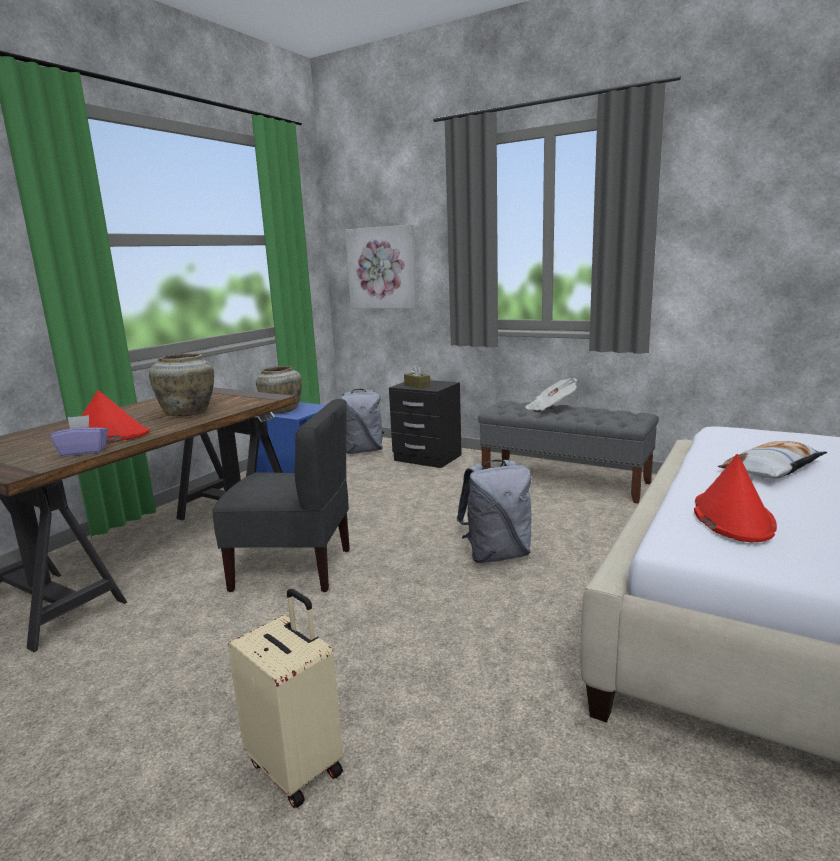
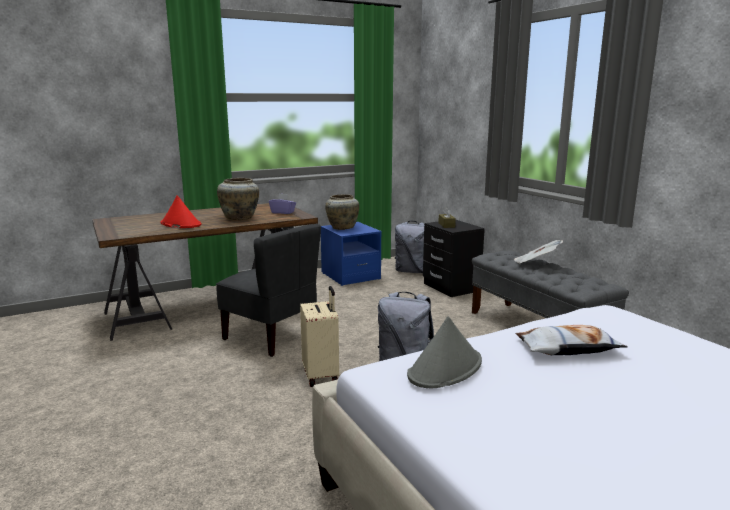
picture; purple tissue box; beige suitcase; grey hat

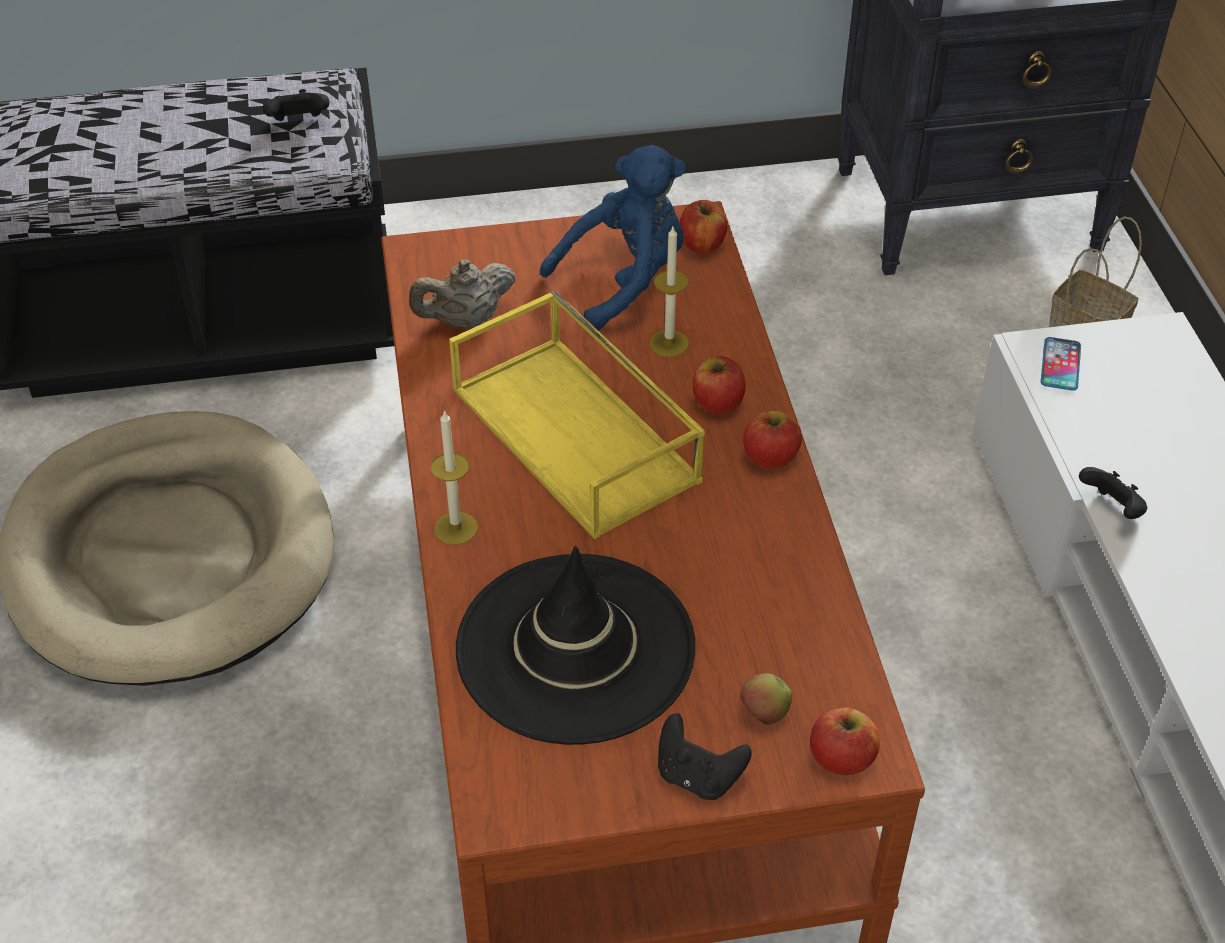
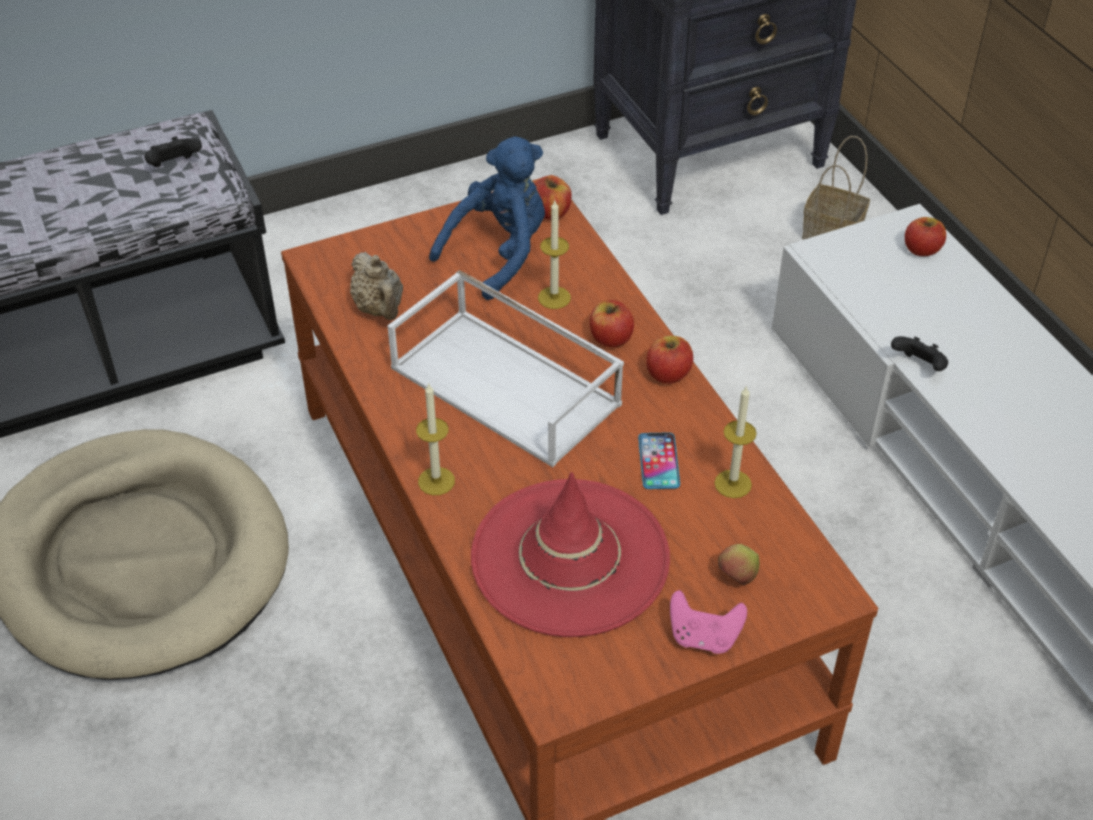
candle (no. 3 from left); apple (no. 5 from left); phone; white tray; red hat; pink game controller; beige teapot

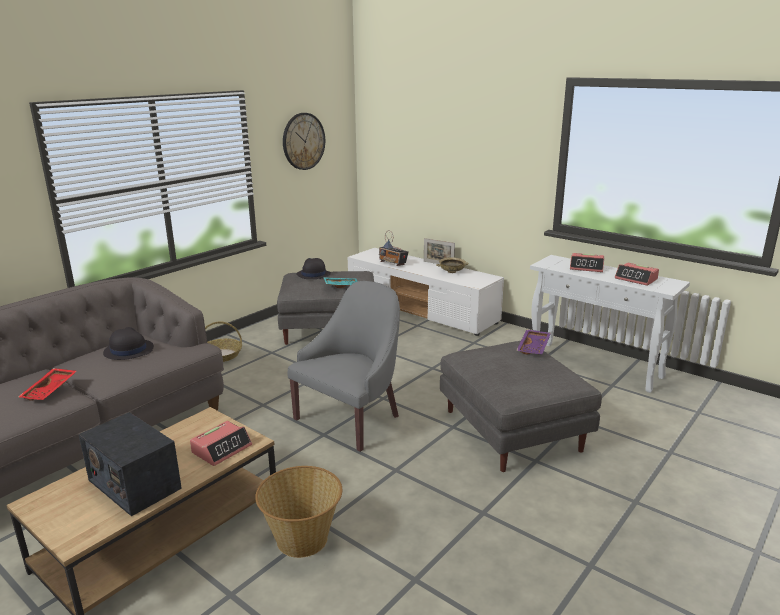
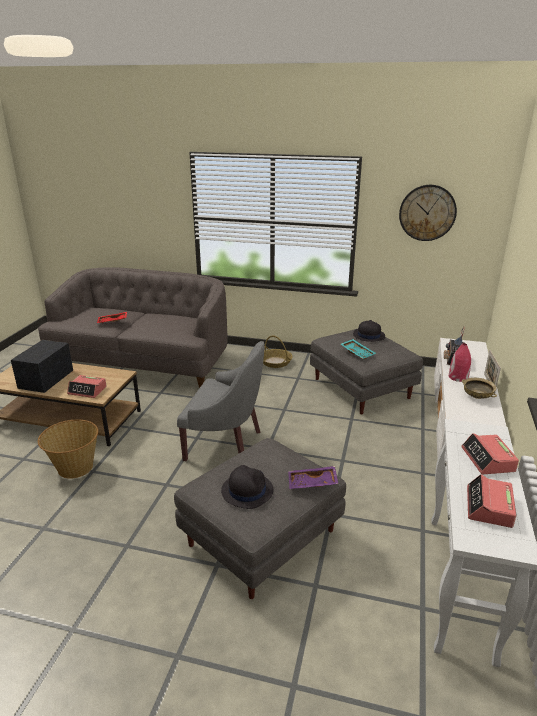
red vase; black hat (no. 1 from left)

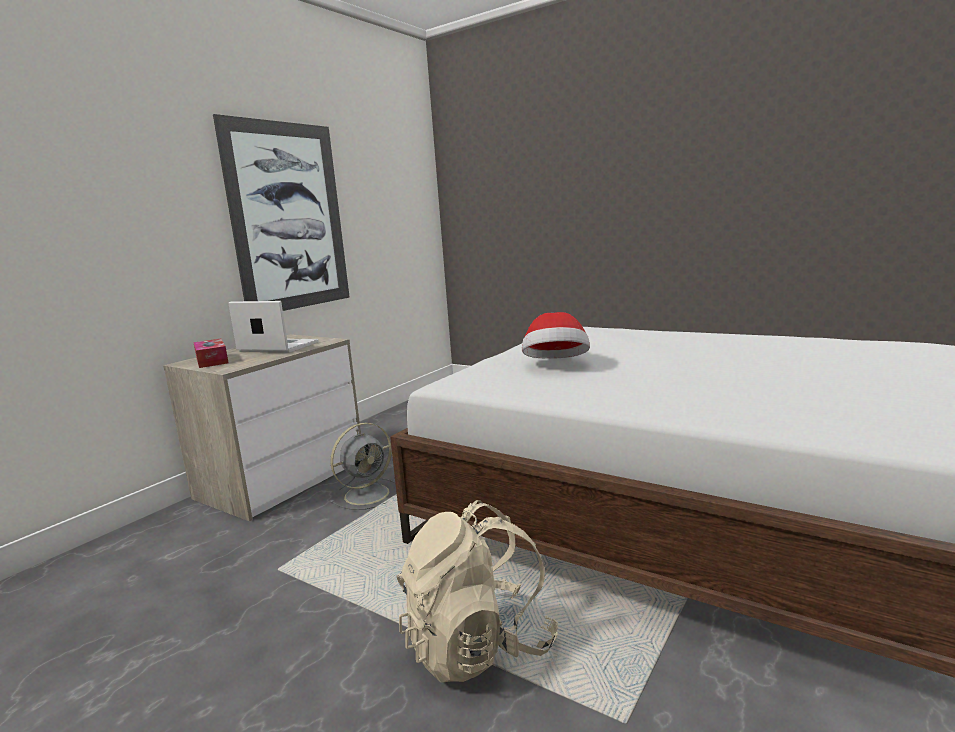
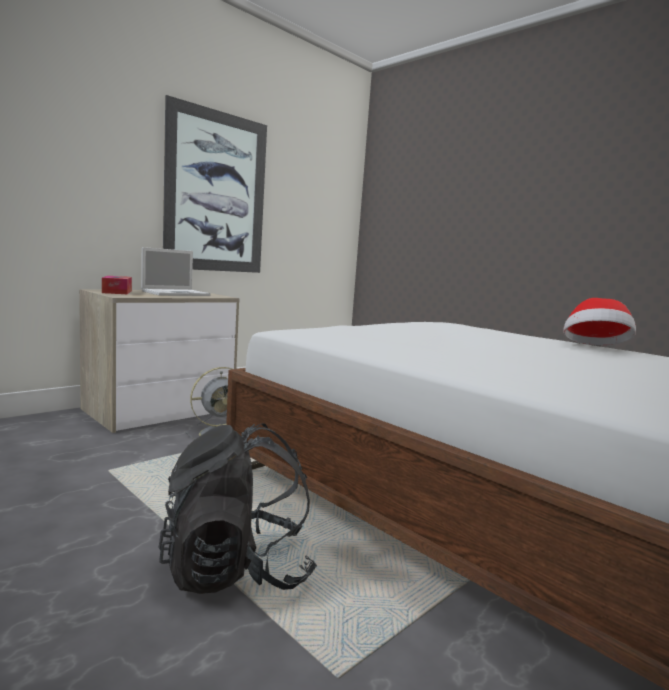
hat; black backpack; laptop

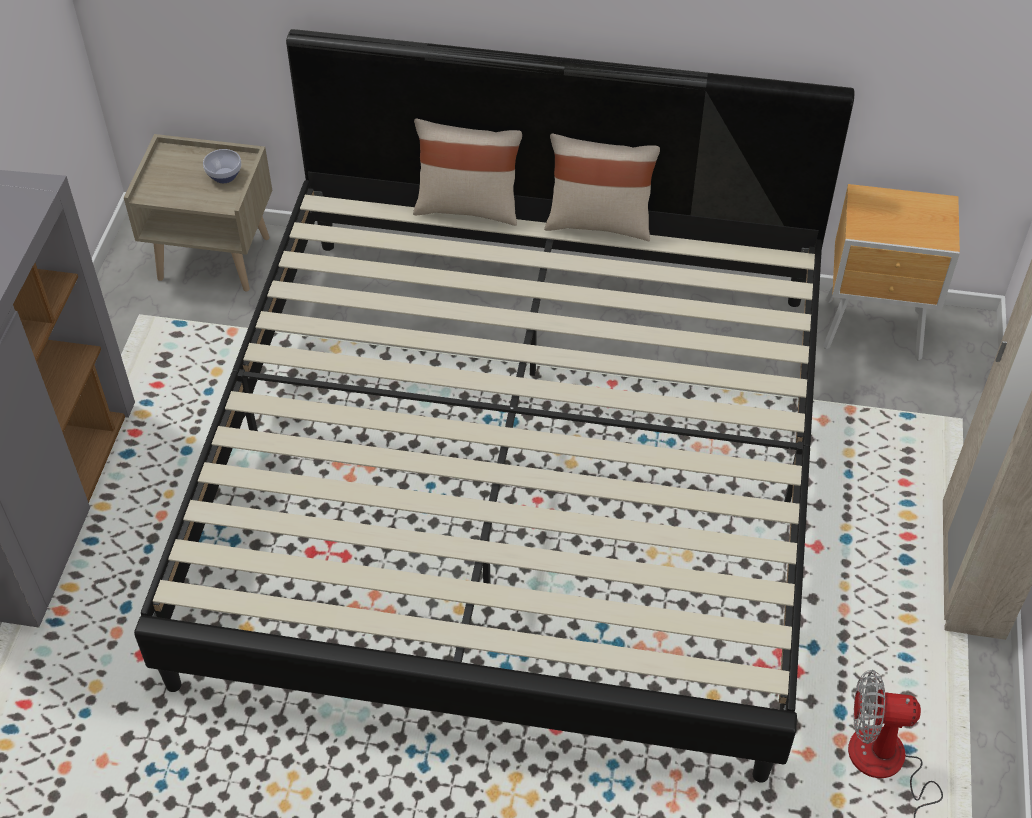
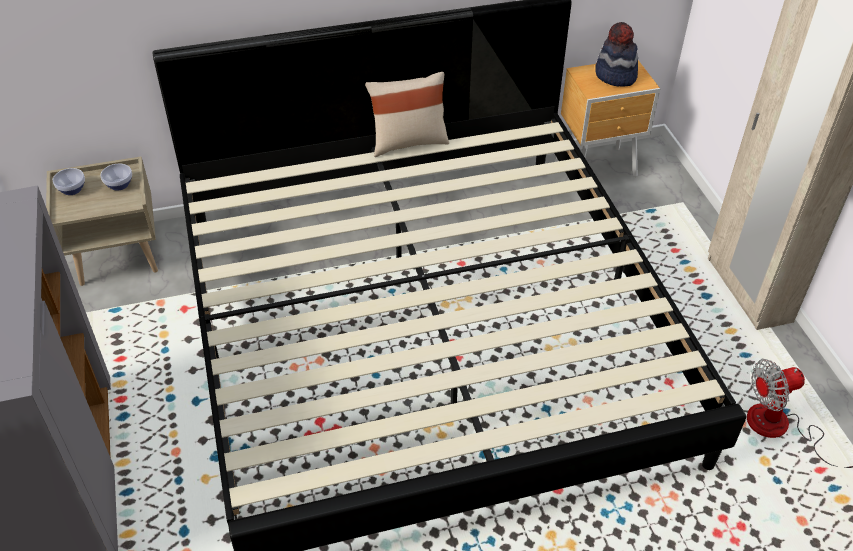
beige pillow (no. 1 from left in the first image); bowl (no. 1 from left); hat

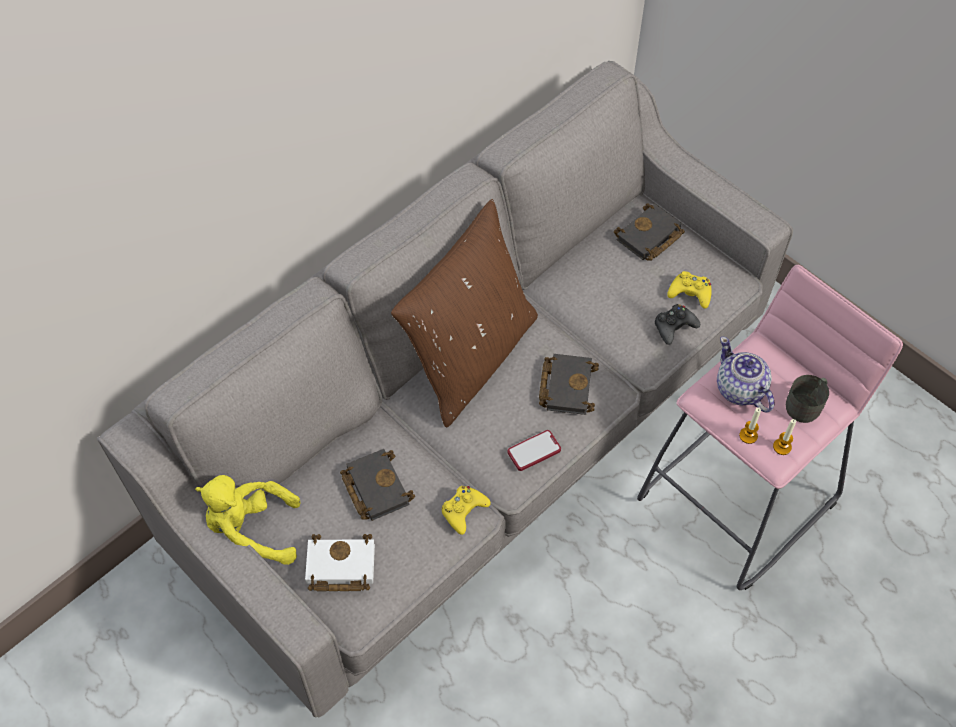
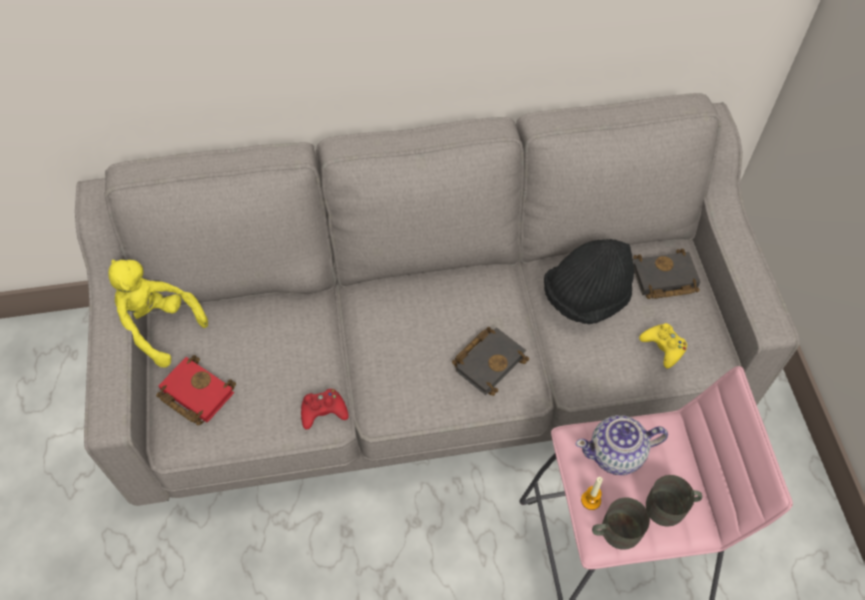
black book (no. 1 from left in the first image); brown pillow; phone; black game controller; black hat; grey mug (no. 1 from left); red book; red game controller; teapot

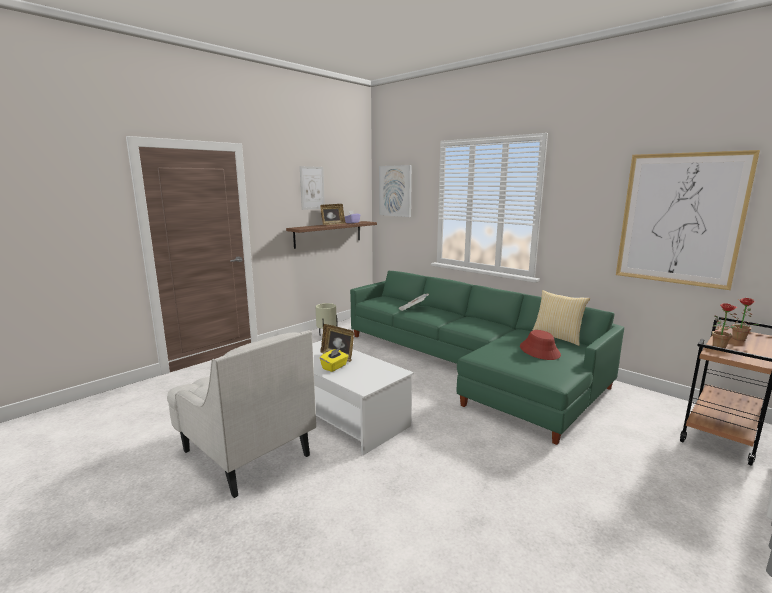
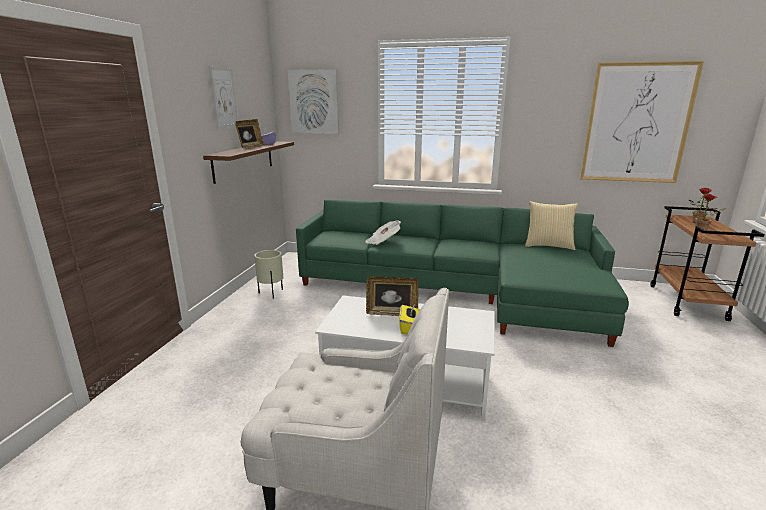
red hat

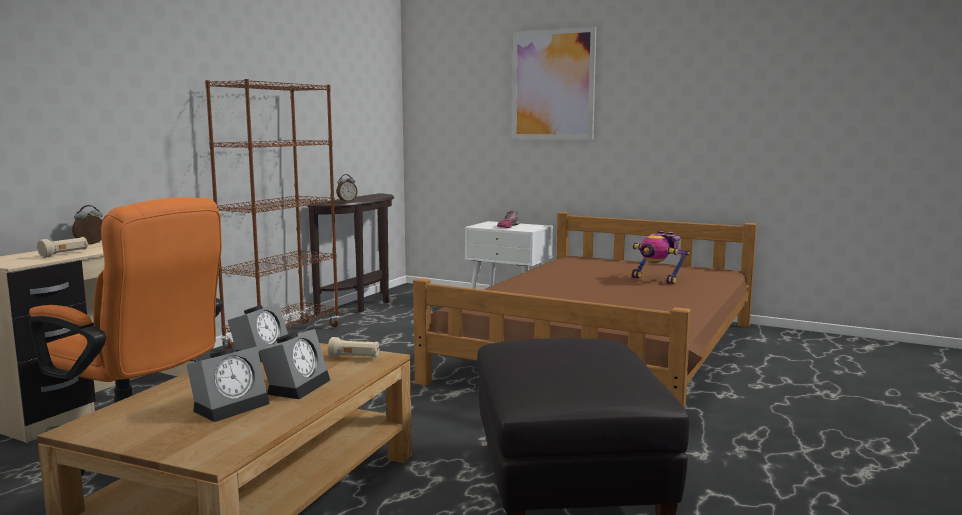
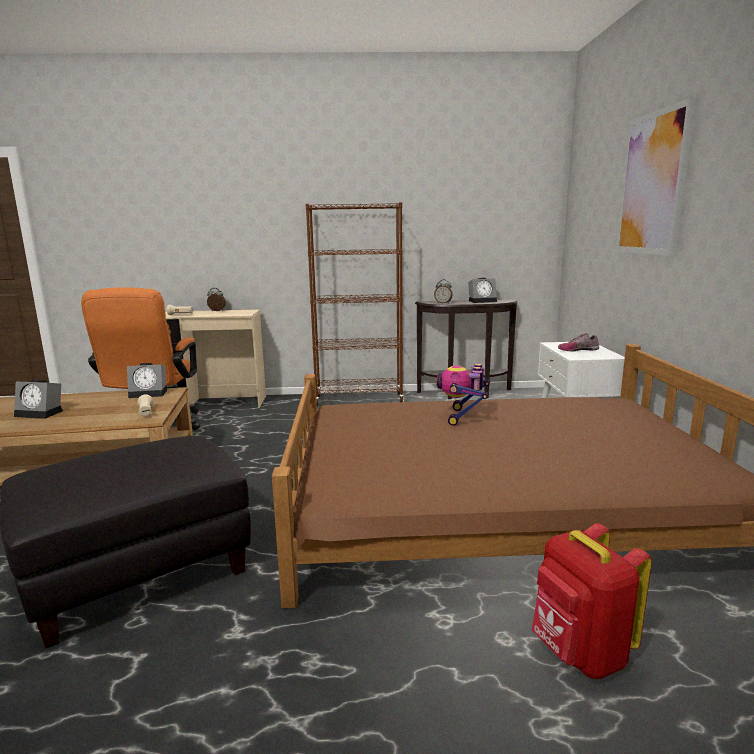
red backpack; alarm clock (no. 5 from left); toy robot

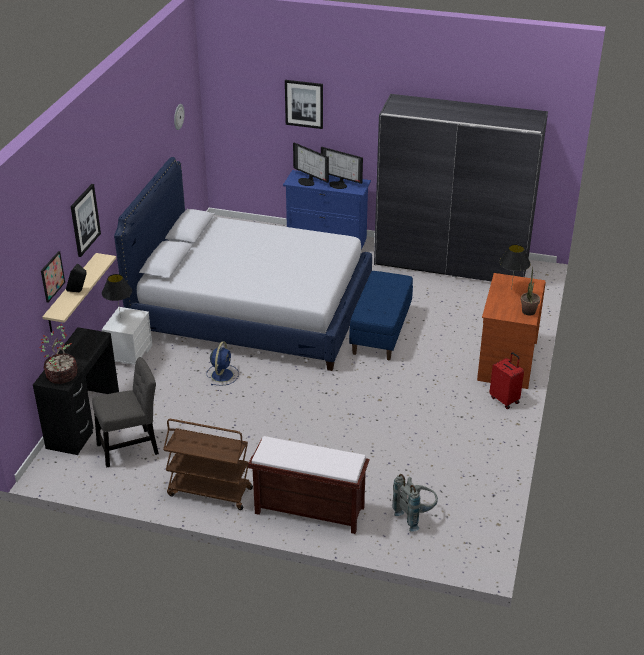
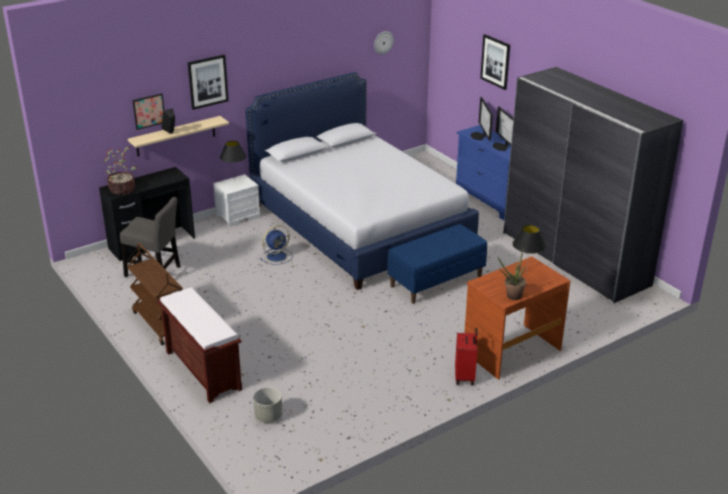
grey planter

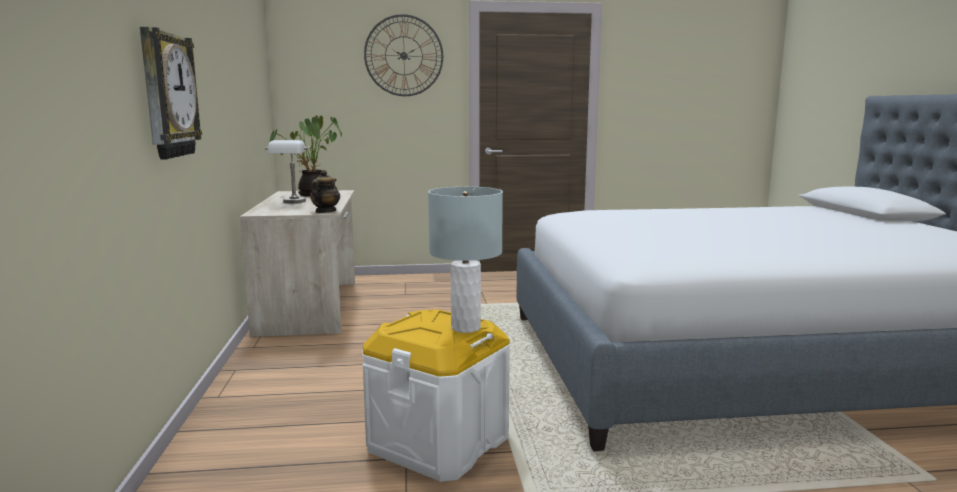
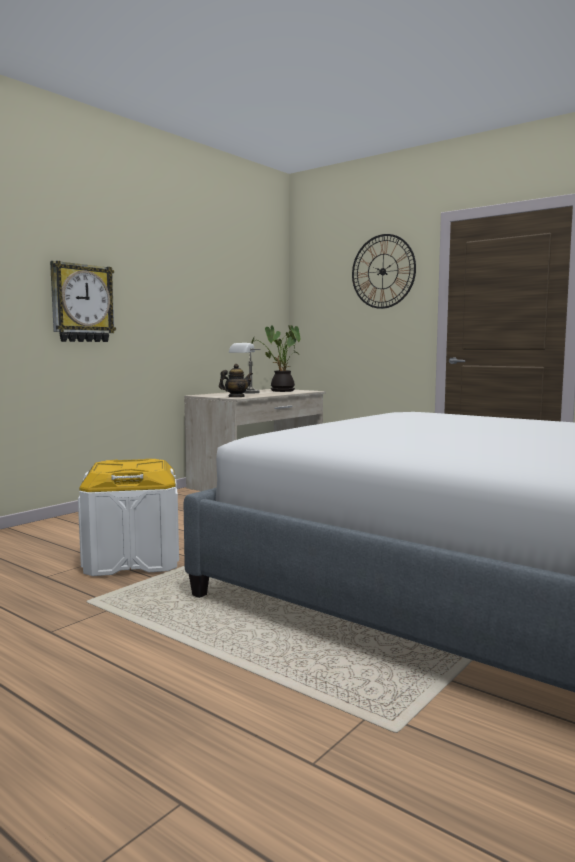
grey table lamp (no. 2 from left in the first image)

